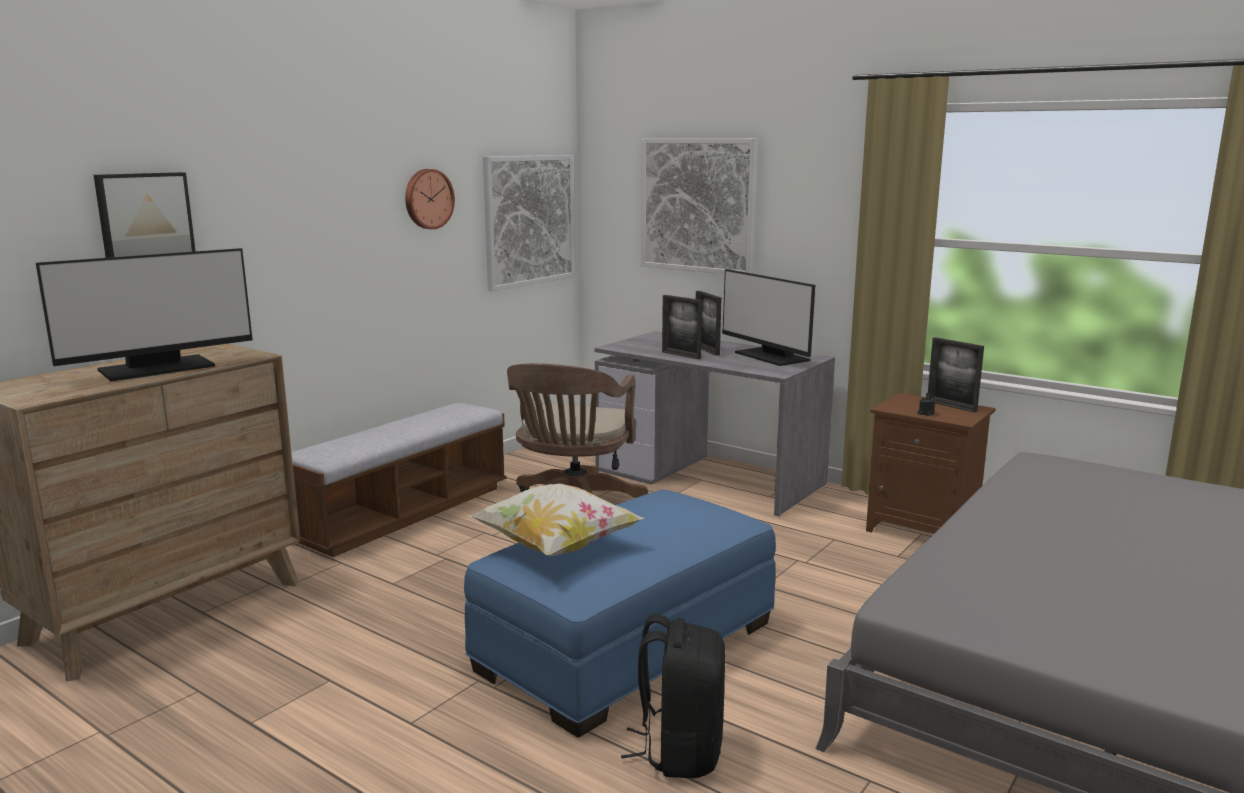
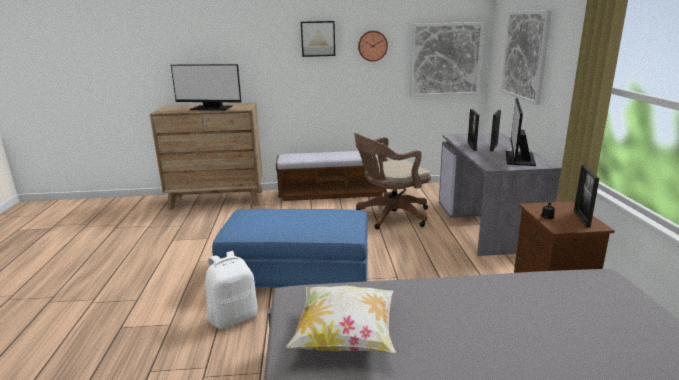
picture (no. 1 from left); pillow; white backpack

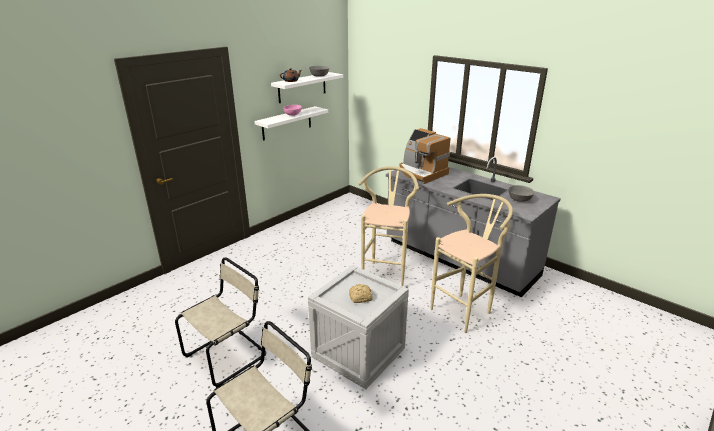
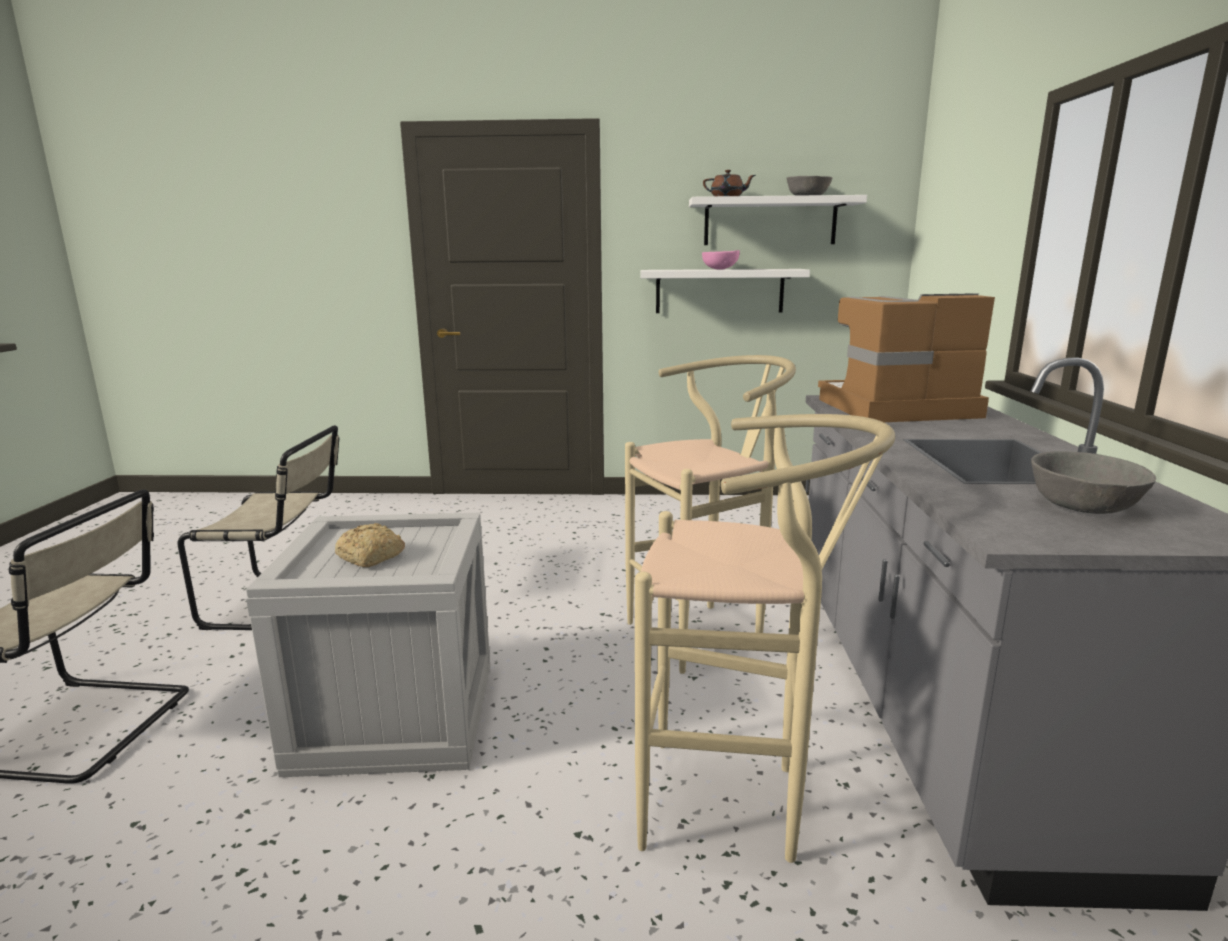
coffee machine

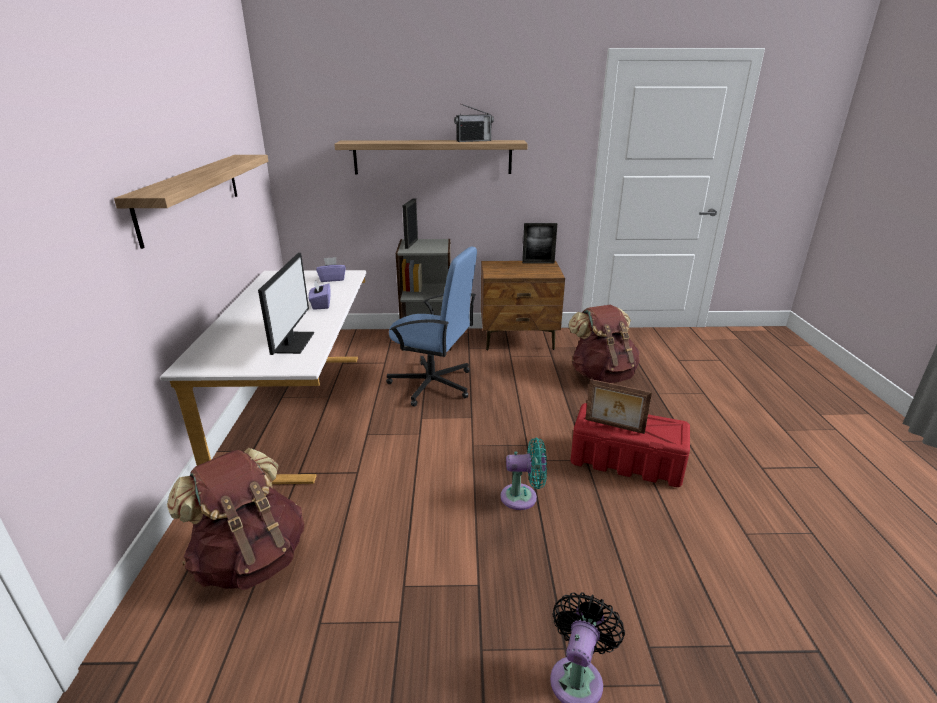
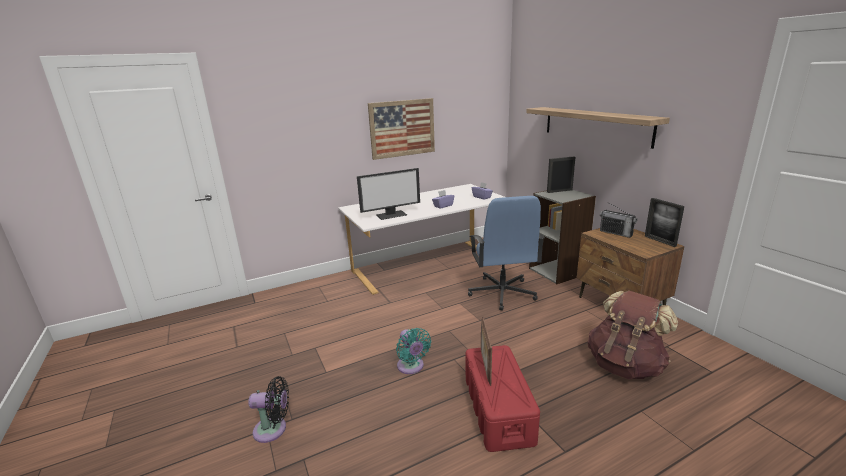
brown backpack (no. 1 from left in the first image); radio; picture

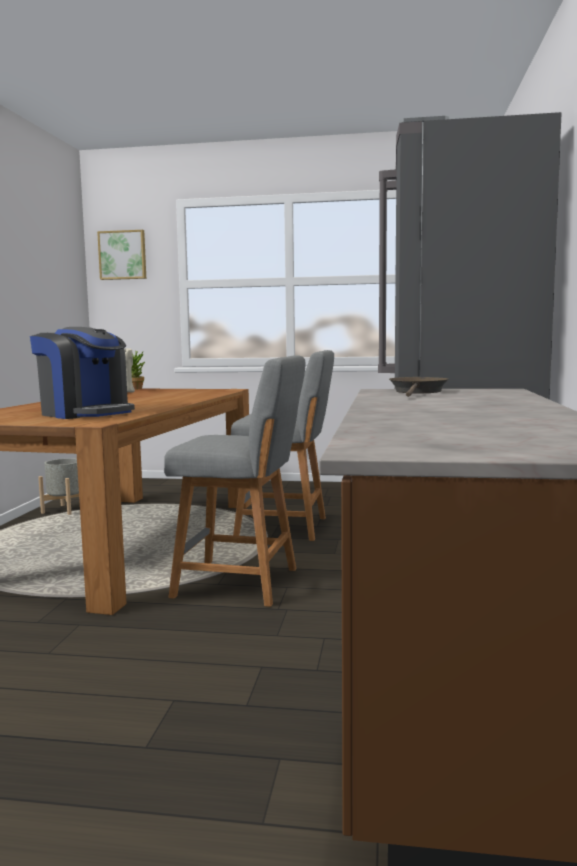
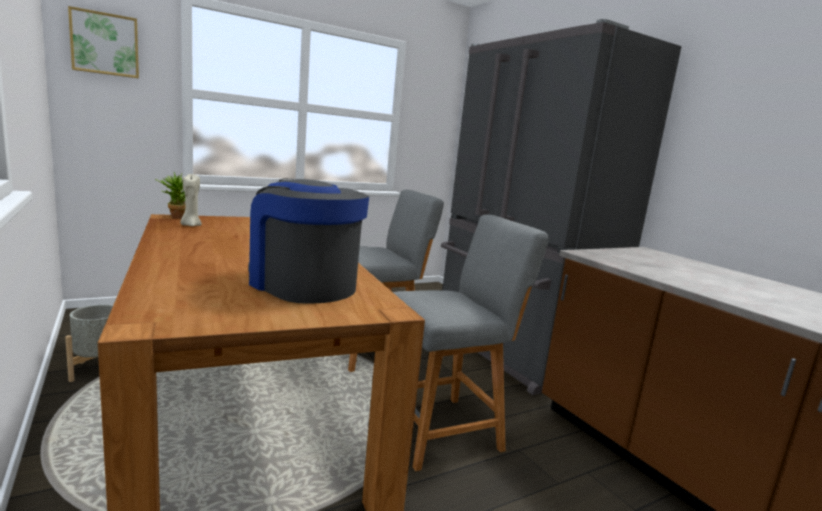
brown frying pan; coffee machine

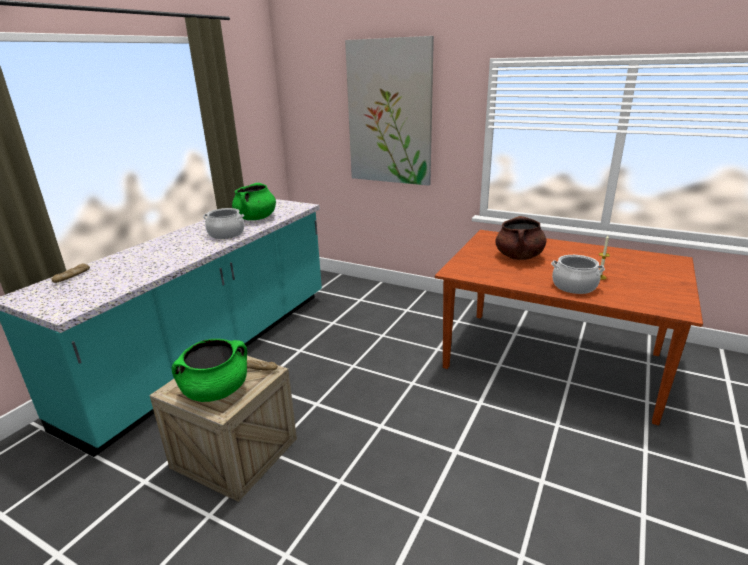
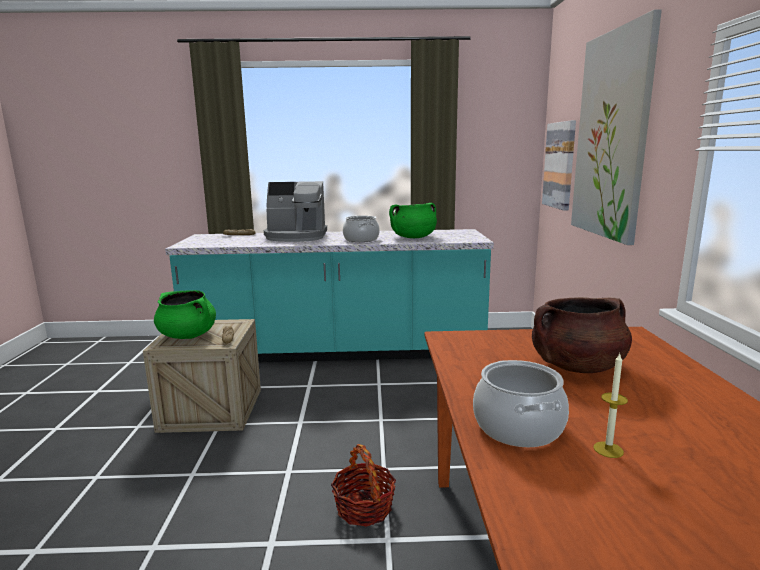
coffee machine; basket; picture (no. 1 from left)

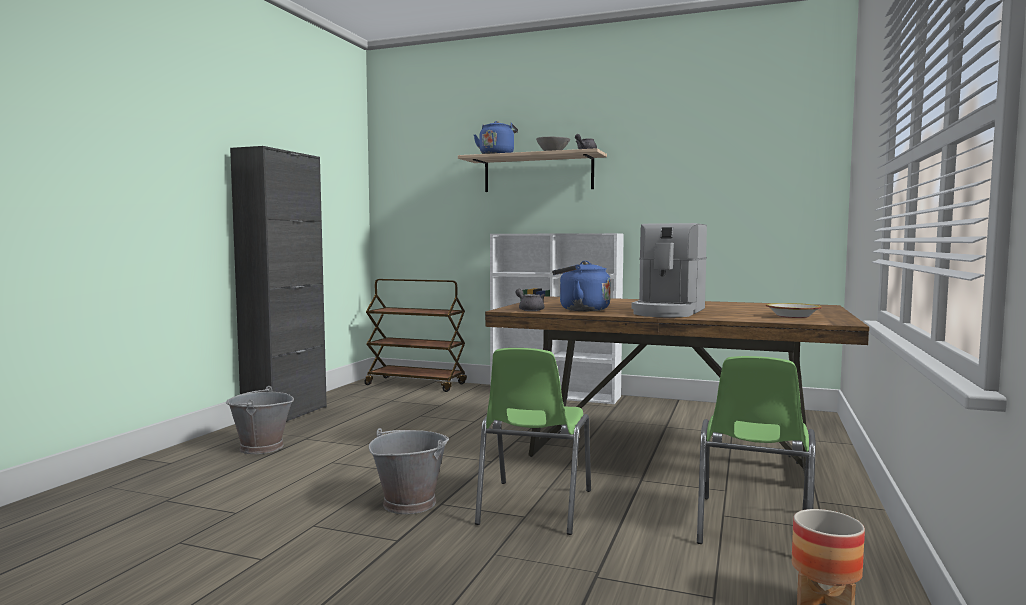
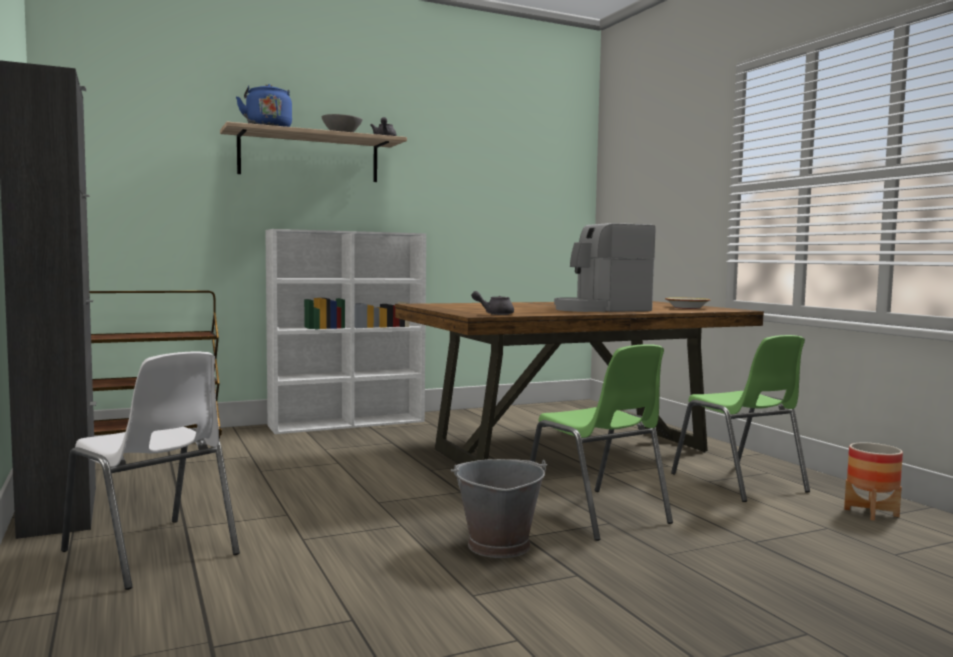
blue kettle (no. 2 from left in the first image); white chair; coffee machine

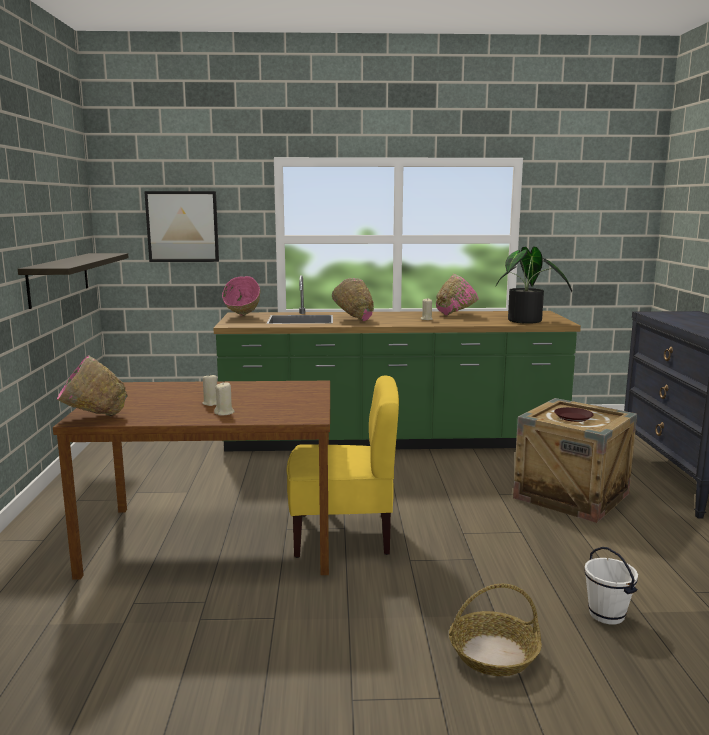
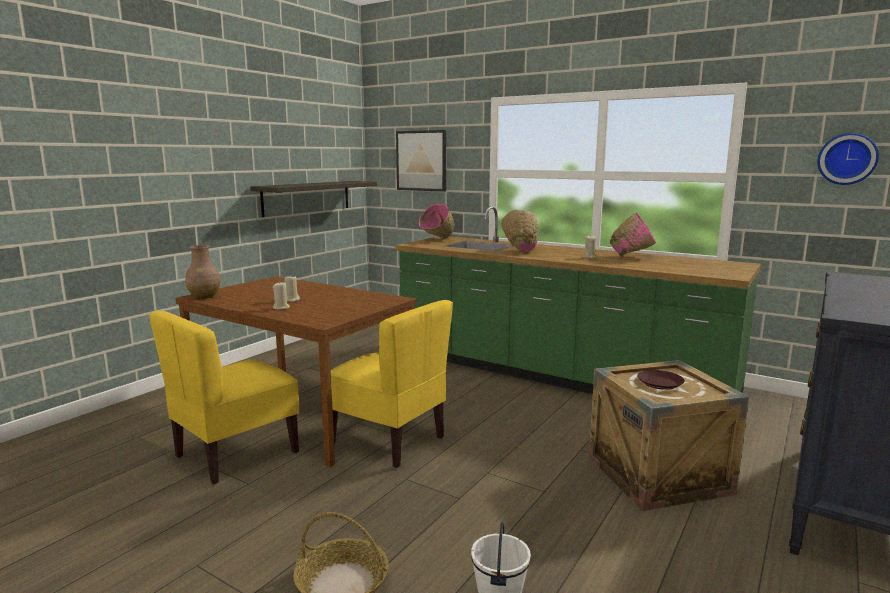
potted plant; yellow chair (no. 1 from left); wall clock; brown vase

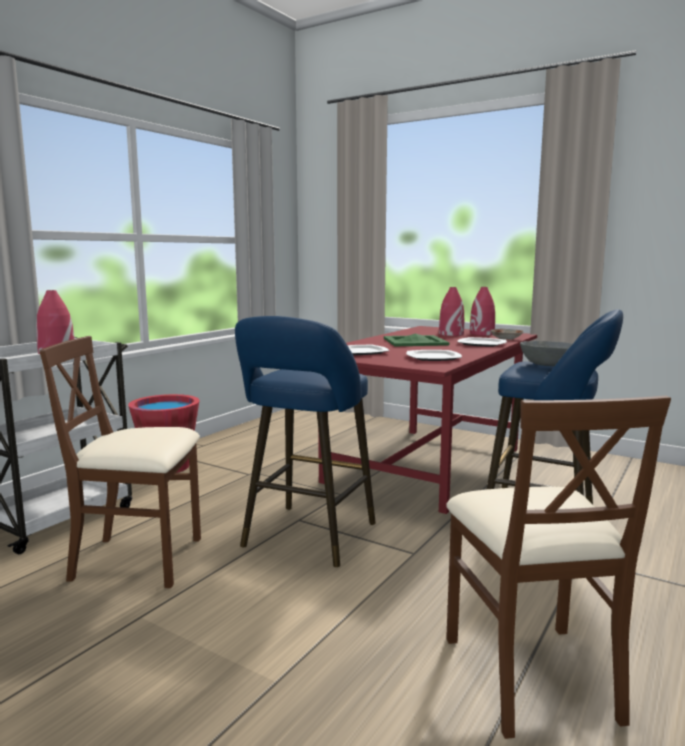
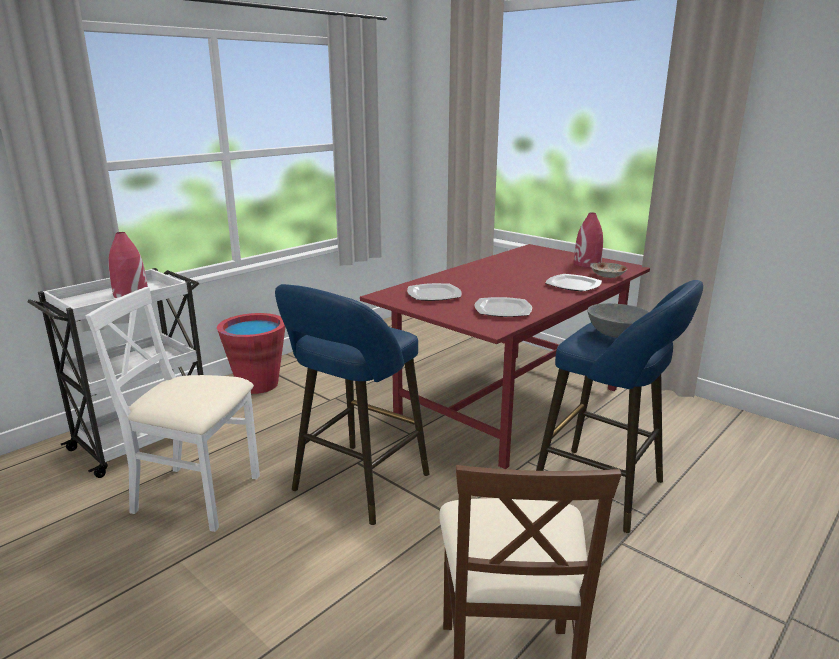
green tray; red vase (no. 2 from left in the first image); white chair

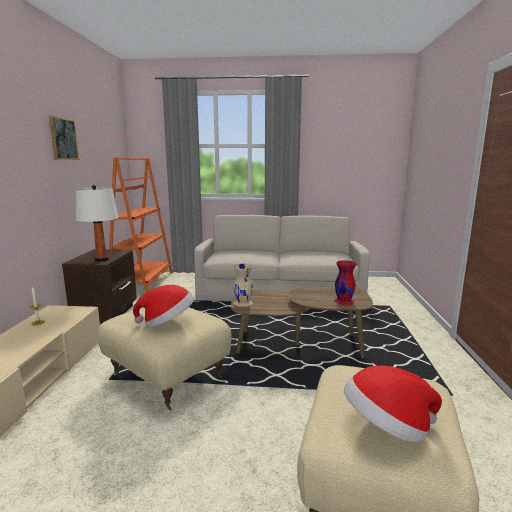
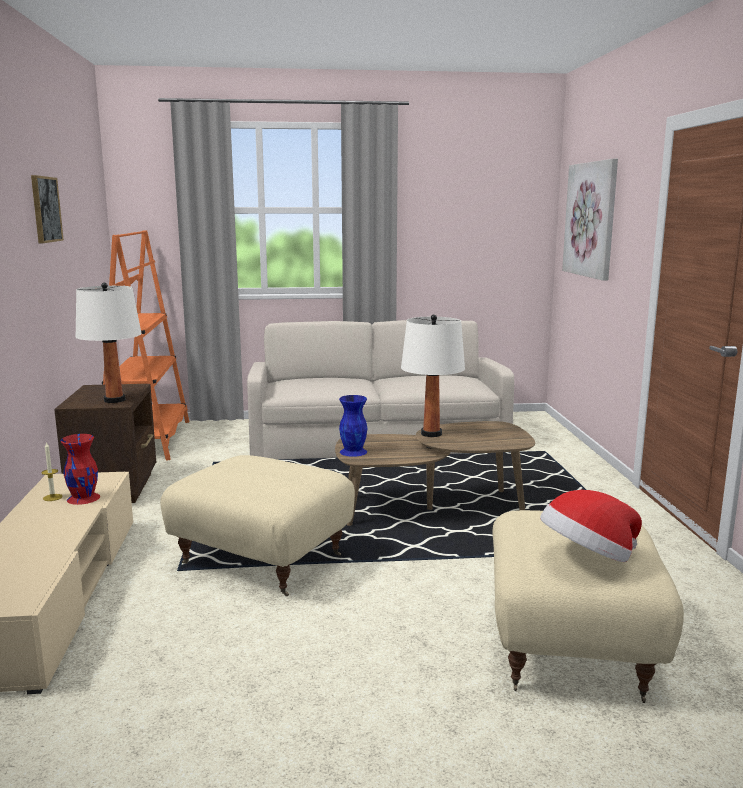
hat (no. 1 from left in the first image); white table lamp (no. 2 from left); picture (no. 2 from left); red vase; blue vase

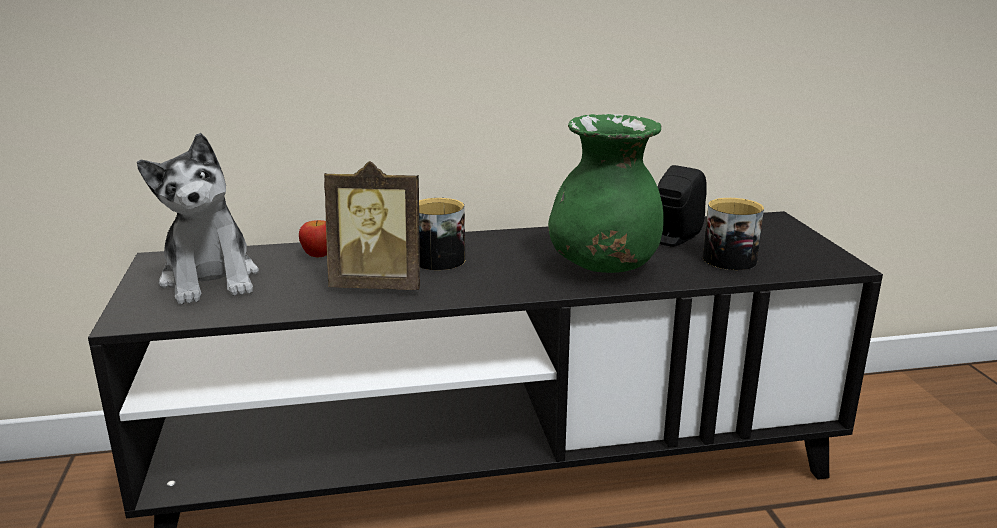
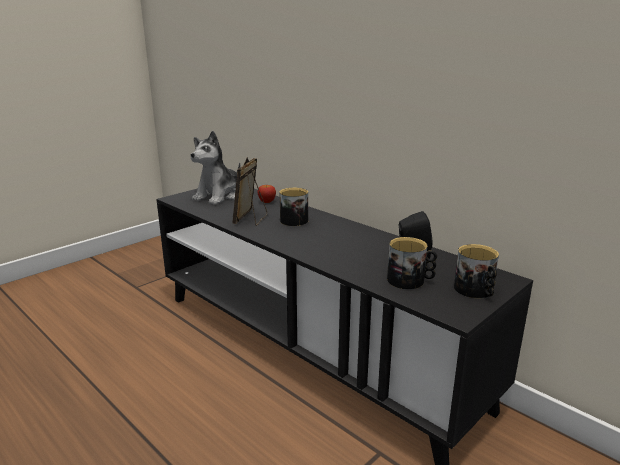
green vase; mug (no. 3 from left); picture frame

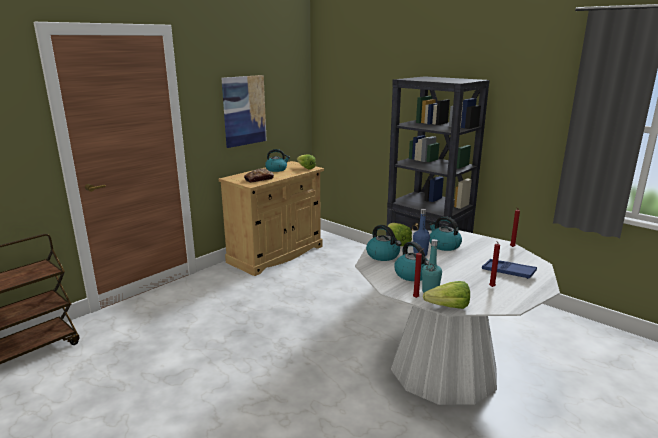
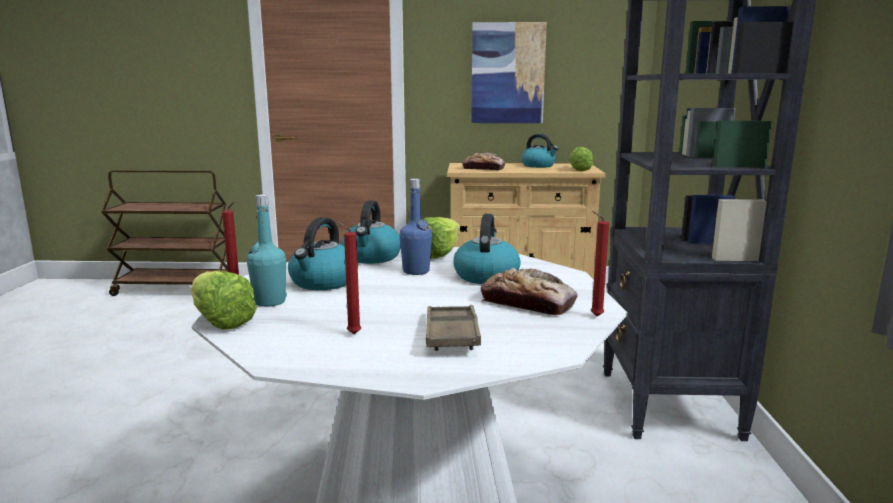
bread (no. 2 from left); brown tray

